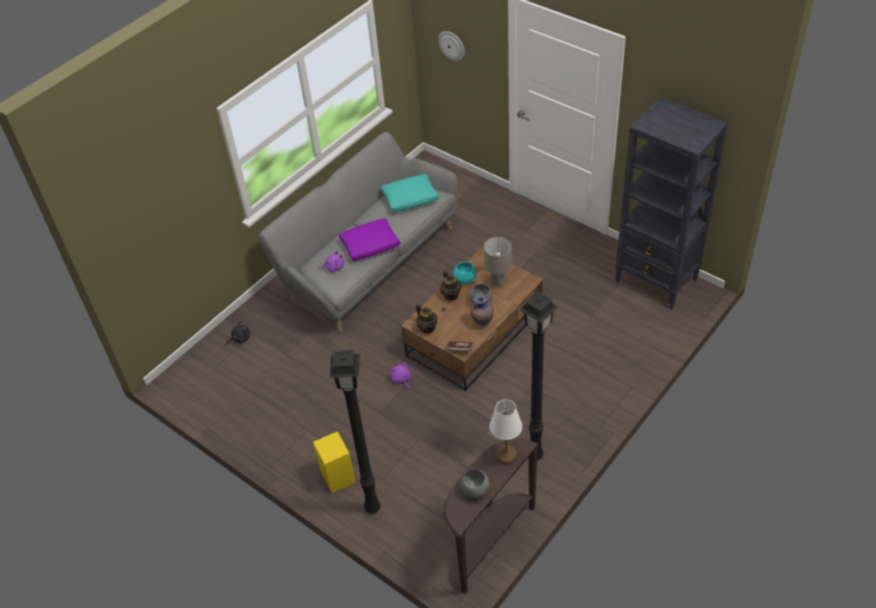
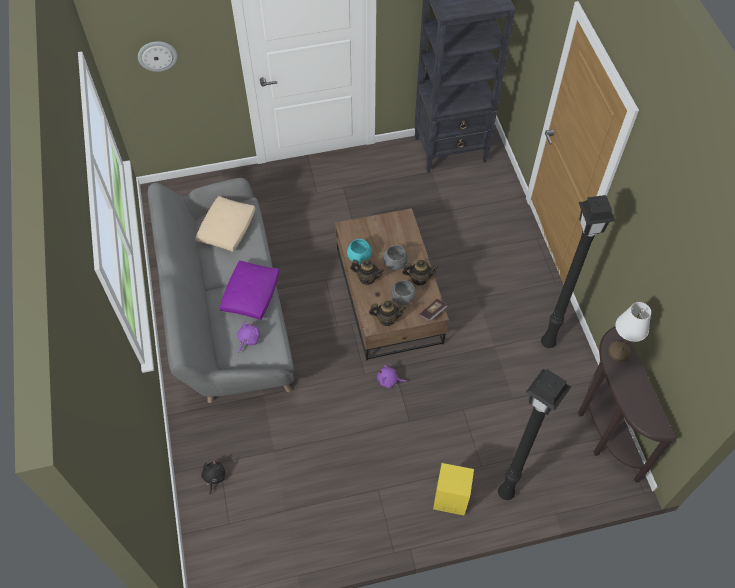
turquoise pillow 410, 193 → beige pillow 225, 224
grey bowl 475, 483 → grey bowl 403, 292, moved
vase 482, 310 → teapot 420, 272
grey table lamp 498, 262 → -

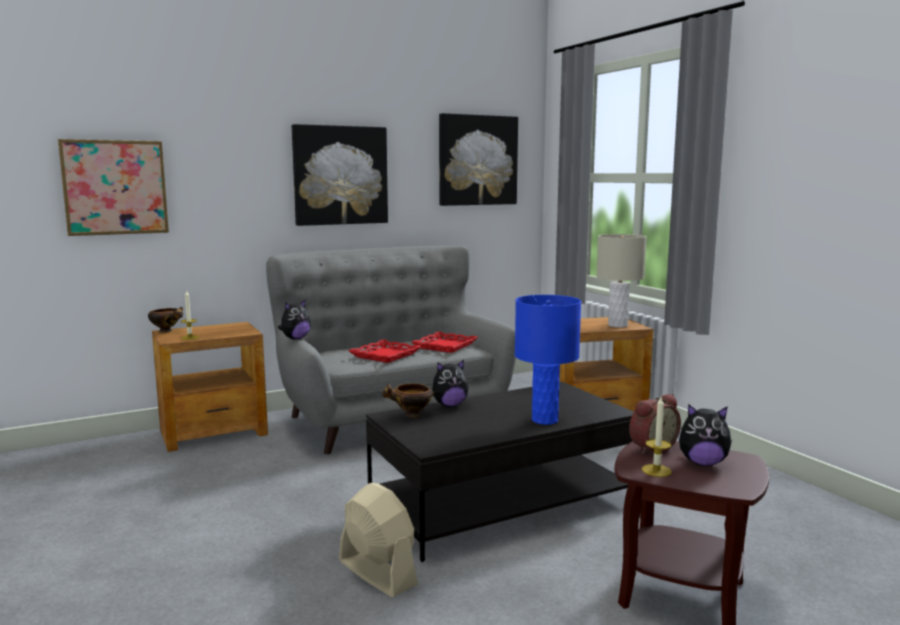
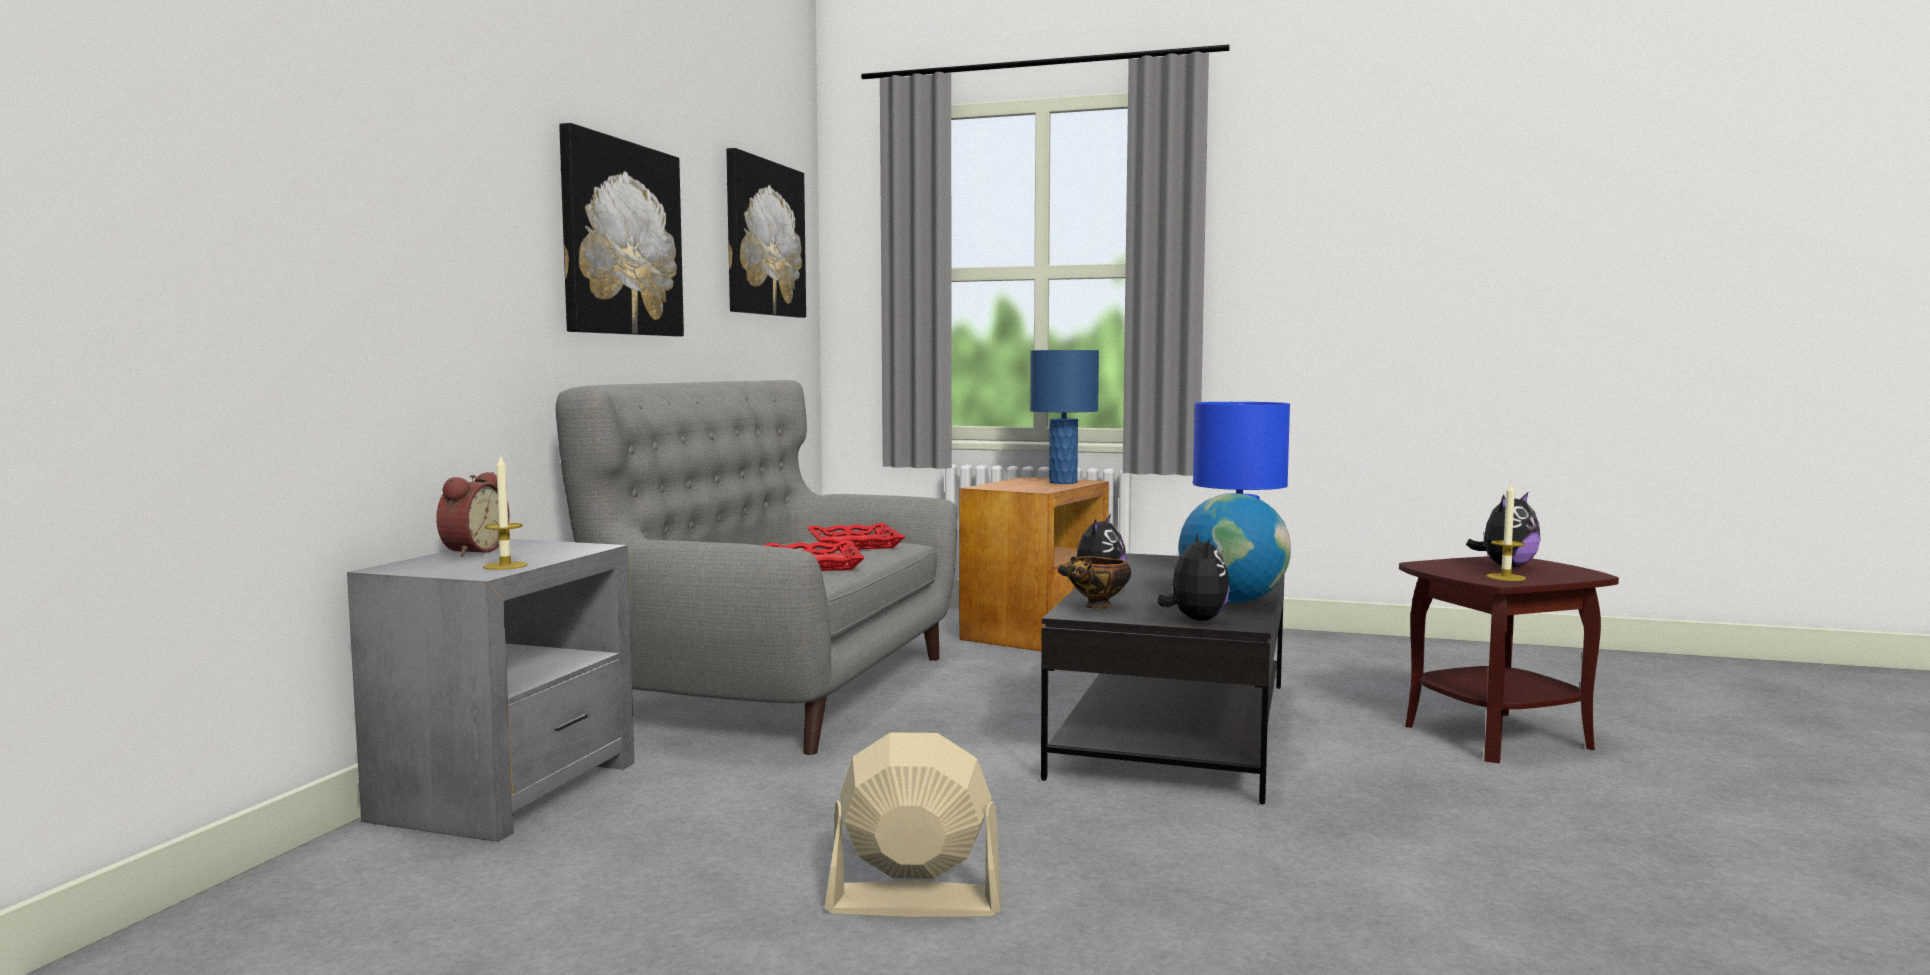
picture 113, 187 → -
bowl 165, 320 → -
brown side table 210, 387 → grey side table 490, 690
plush toy 294, 319 → plush toy 1194, 576, moved
beige fan 378, 540 → beige fan 912, 824, moved
beige table lamp 621, 280 → blue table lamp 1064, 417
alarm clock 655, 424 → alarm clock 473, 514, moved
- → globe 1234, 548

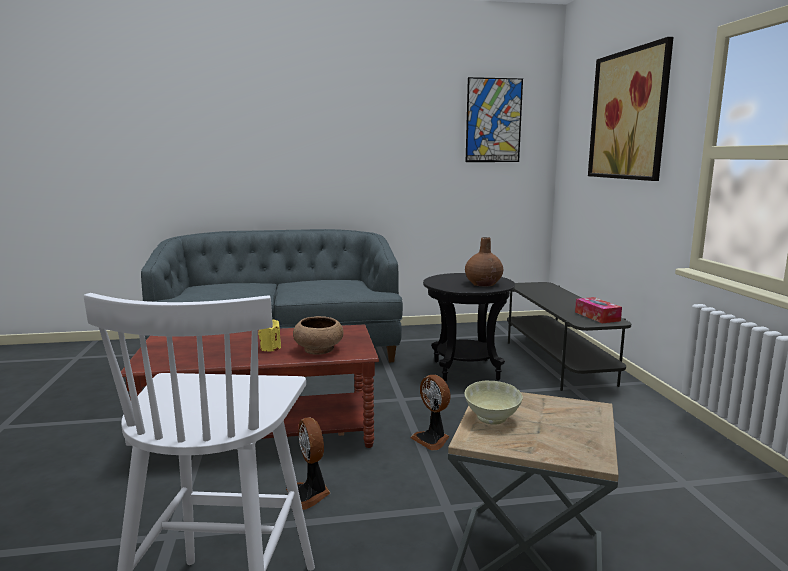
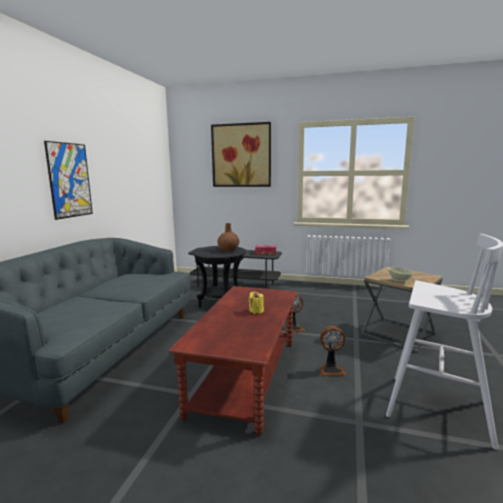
brown bowl 318, 335 → -
picture 494, 119 → picture 68, 180, moved

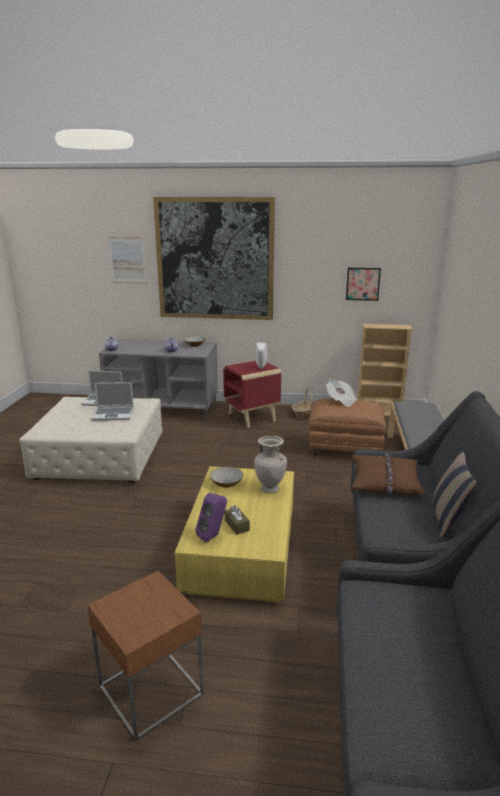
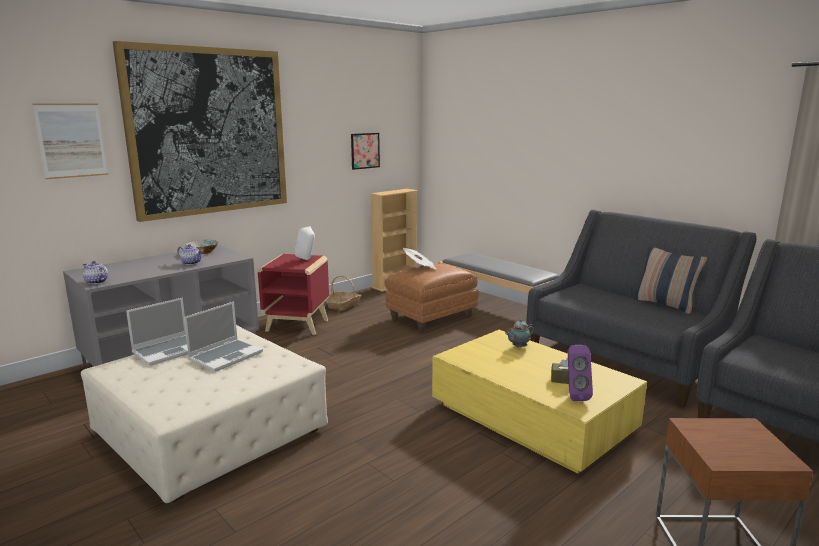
bowl 226, 477 → -
beige vase 270, 464 → teapot 519, 333
brown pillow 388, 473 → -

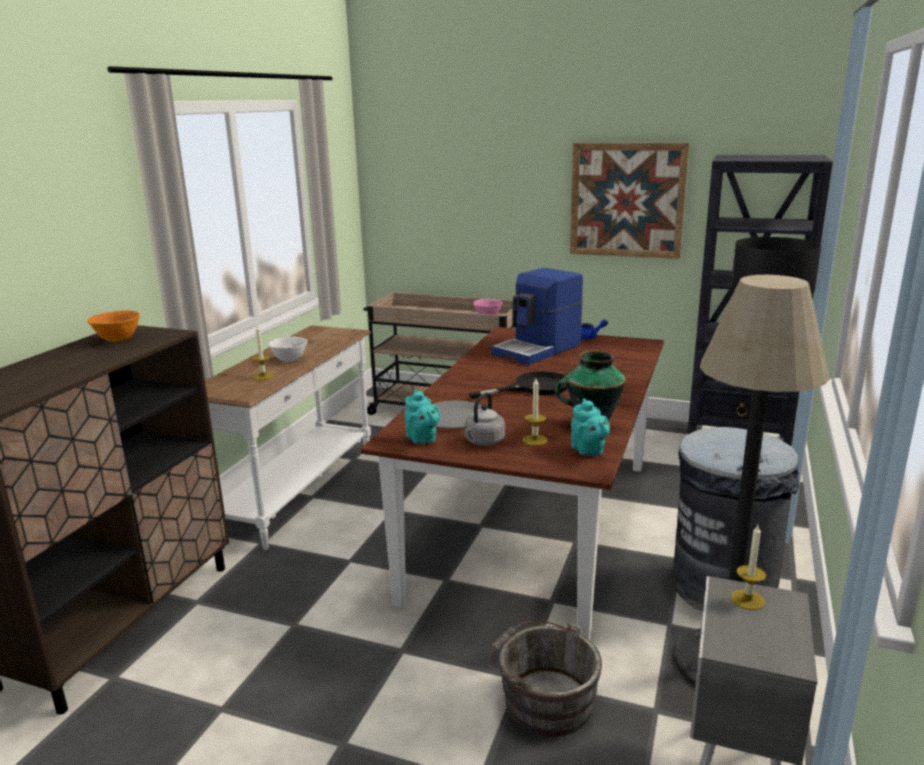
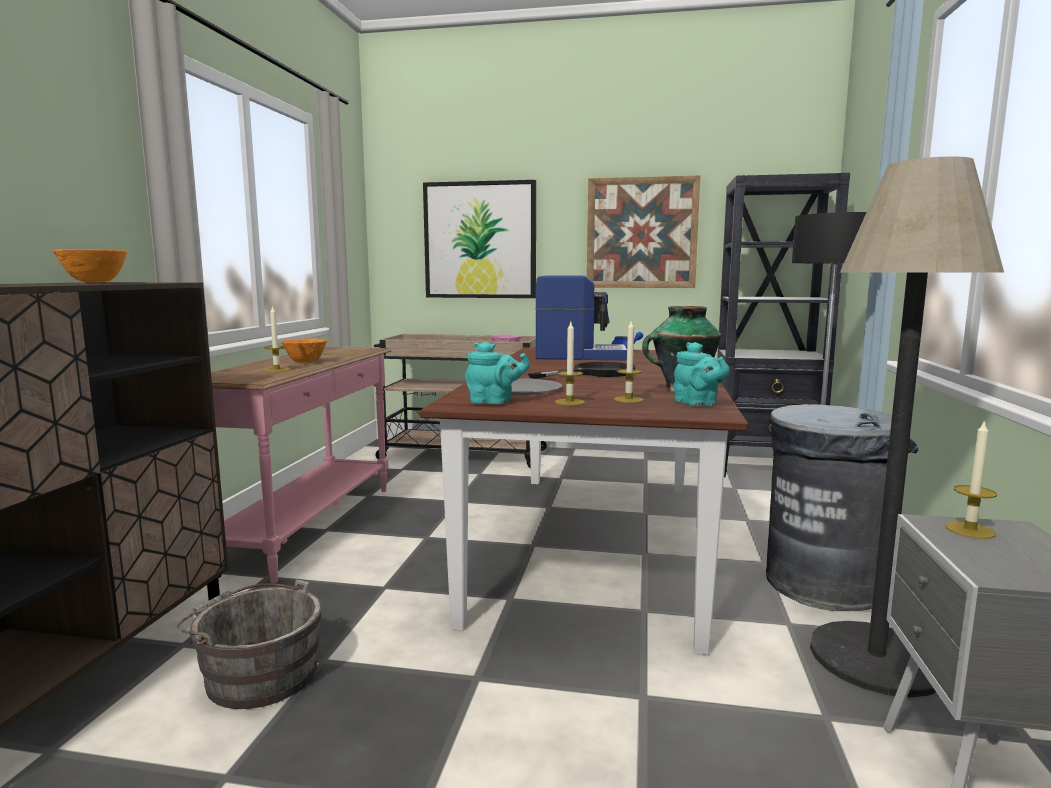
white console table 288, 437 → pink console table 301, 465
white bowl 288, 349 → orange bowl 304, 350
turquoise teapot 422, 416 → turquoise teapot 497, 373, 45 degrees counterclockwise
grey kettle 484, 419 → candle 570, 364
grey bucket 545, 678 → grey bucket 249, 644, moved
coffee machine 537, 316 → coffee machine 581, 317, 120 degrees counterclockwise
- → picture 479, 239

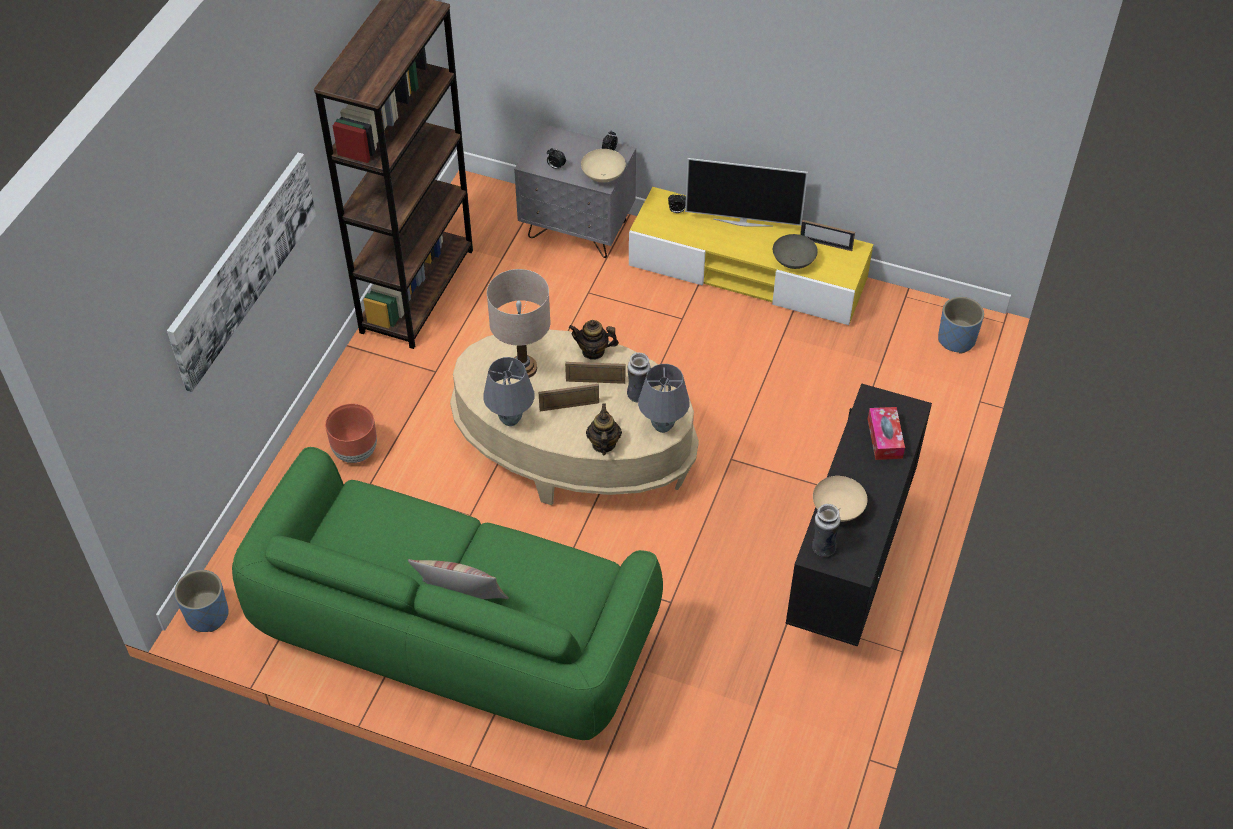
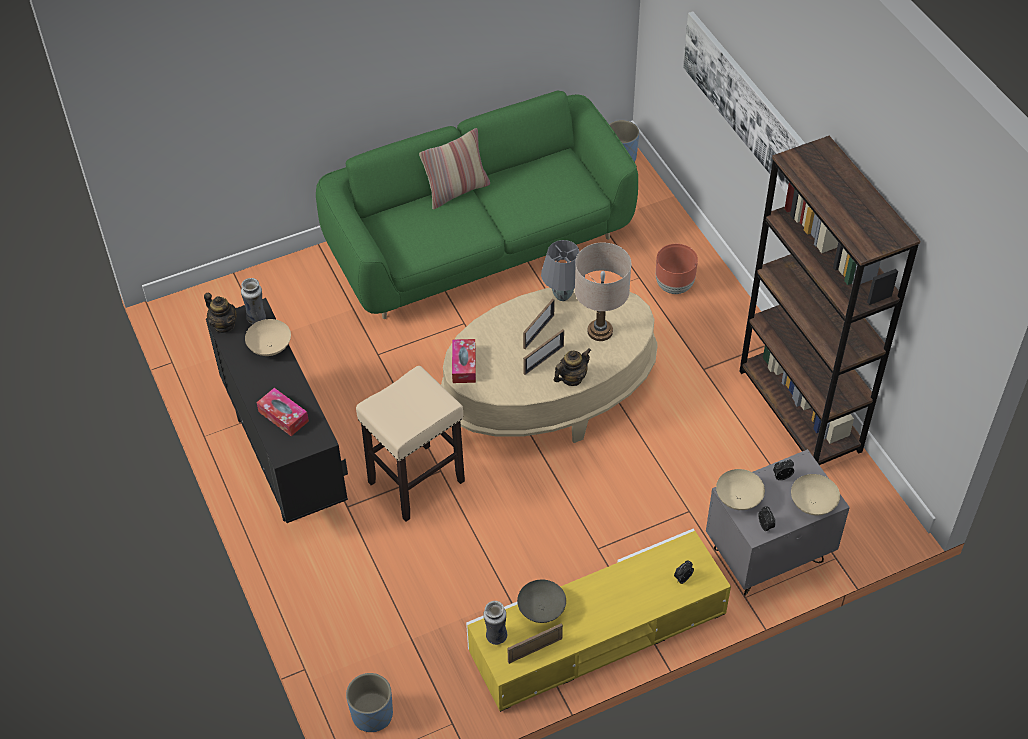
teapot 604, 429 → teapot 220, 312, moved
vase 639, 378 → vase 495, 623, moved
grey table lamp 664, 398 → tissue box 464, 361
television 746, 192 → -
- → beige stool 410, 444
- → beige bowl 815, 494

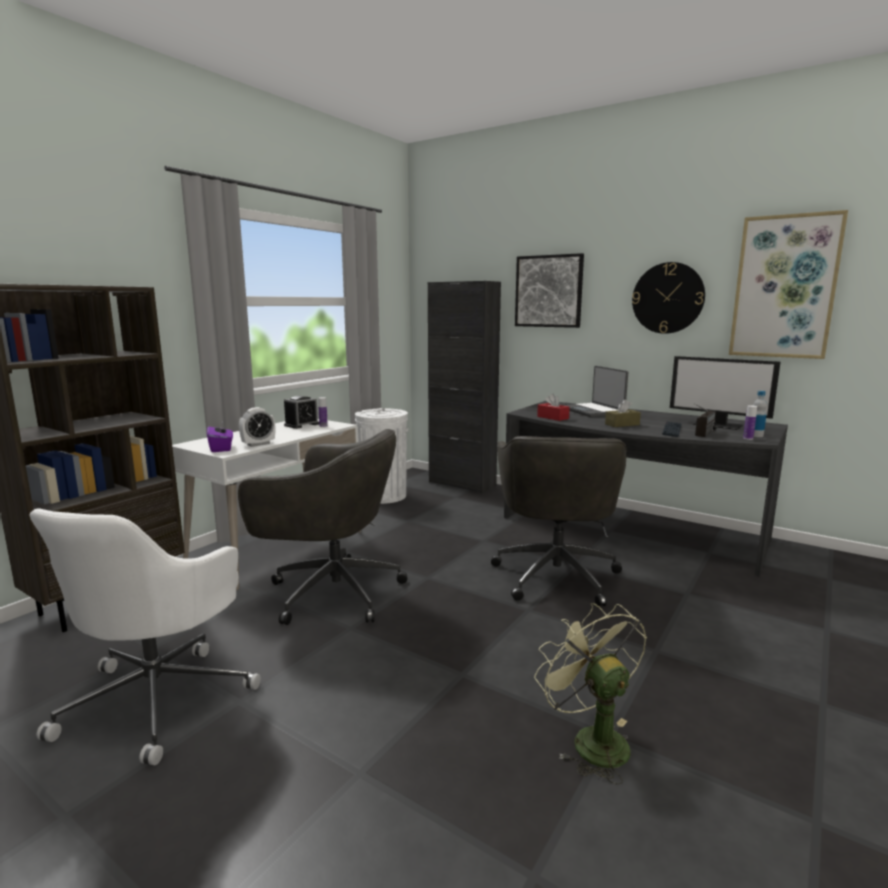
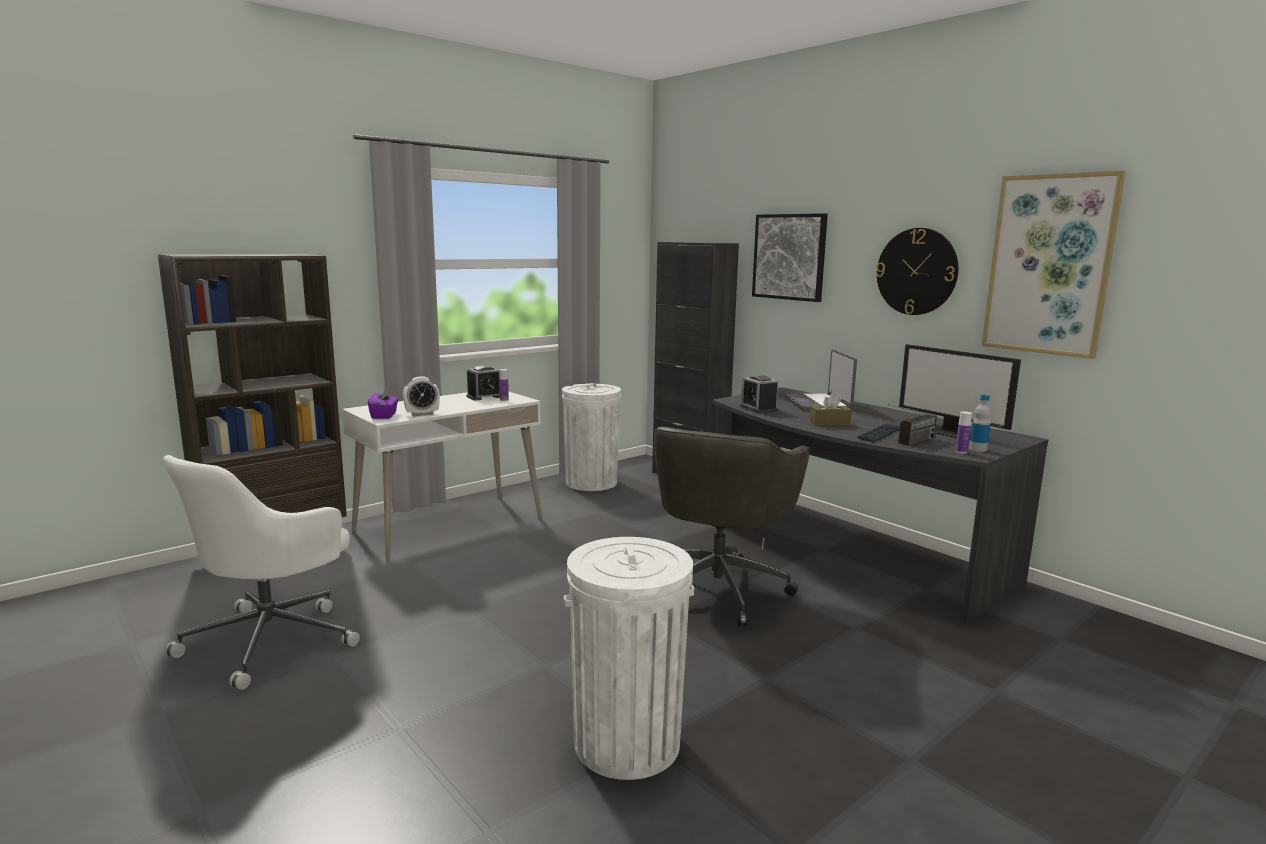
grey office chair 322, 527 → -
green fan 590, 693 → white trash can 629, 658
red tissue box 553, 407 → alarm clock 759, 394

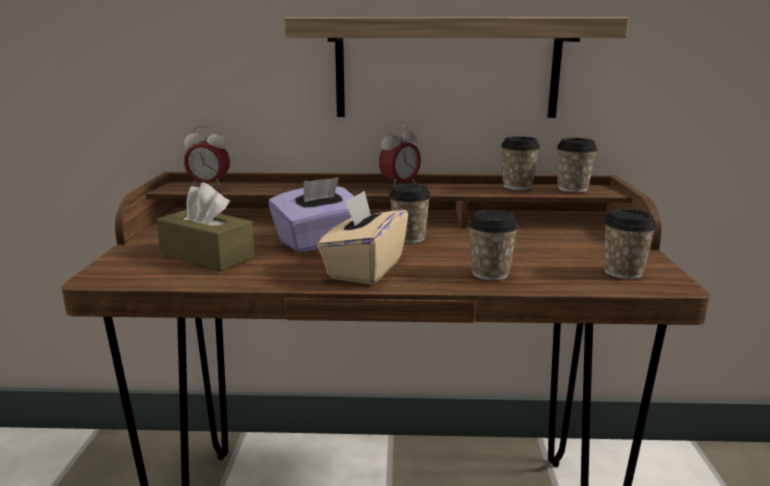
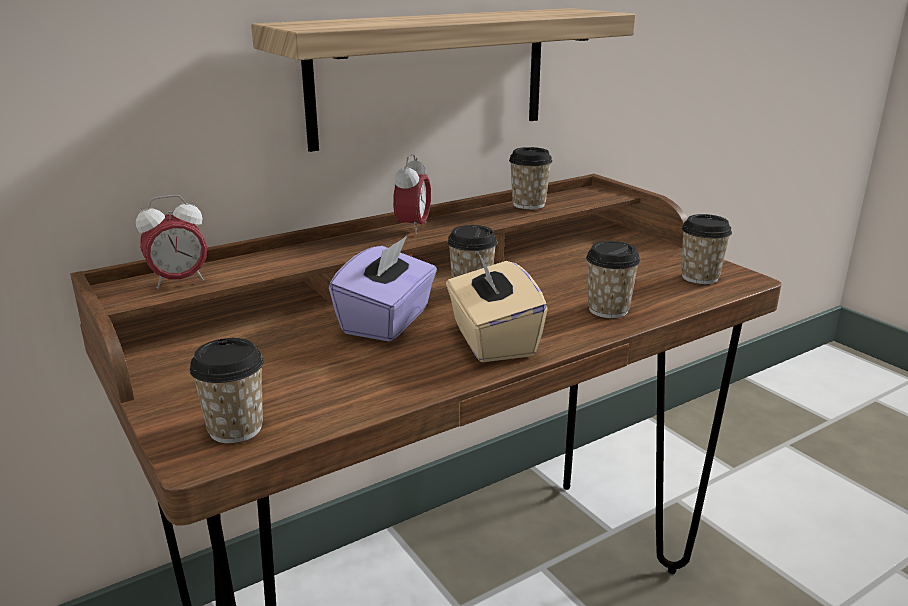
brown tissue box 205, 227 → -
cup 577, 165 → cup 226, 390, moved

